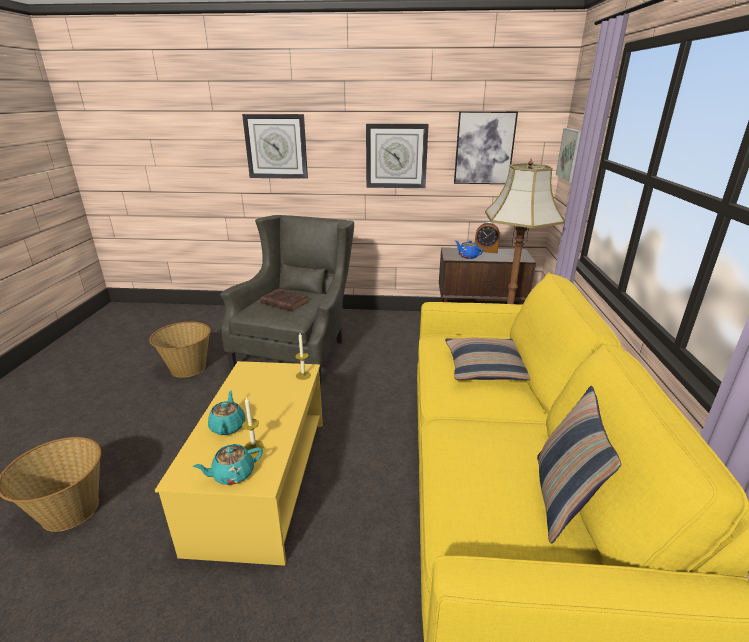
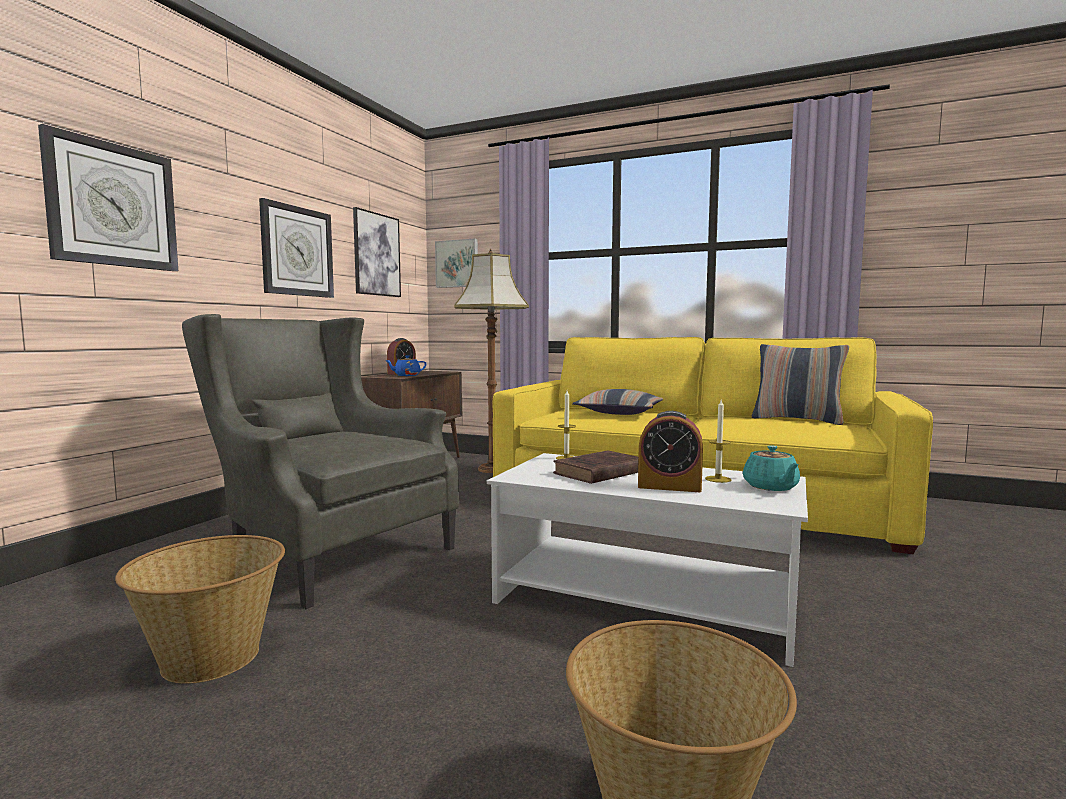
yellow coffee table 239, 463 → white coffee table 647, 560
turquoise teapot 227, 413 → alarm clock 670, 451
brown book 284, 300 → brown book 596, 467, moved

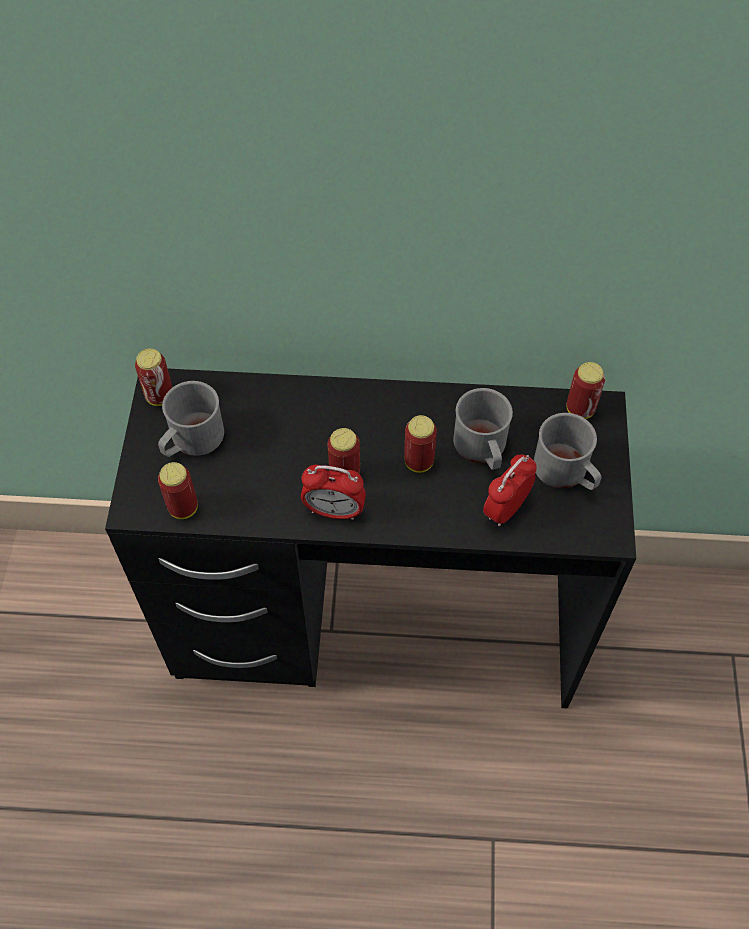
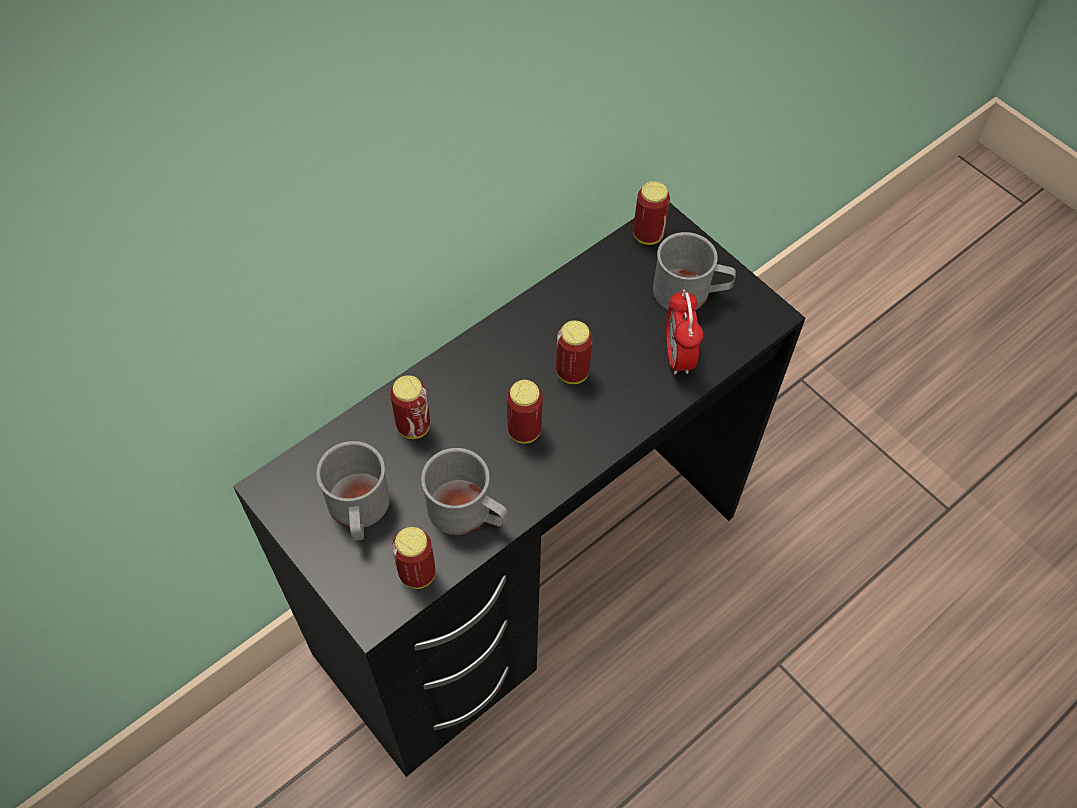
can 153, 377 → can 410, 407, moved
alarm clock 333, 492 → -
grey mug 483, 429 → grey mug 464, 491, moved

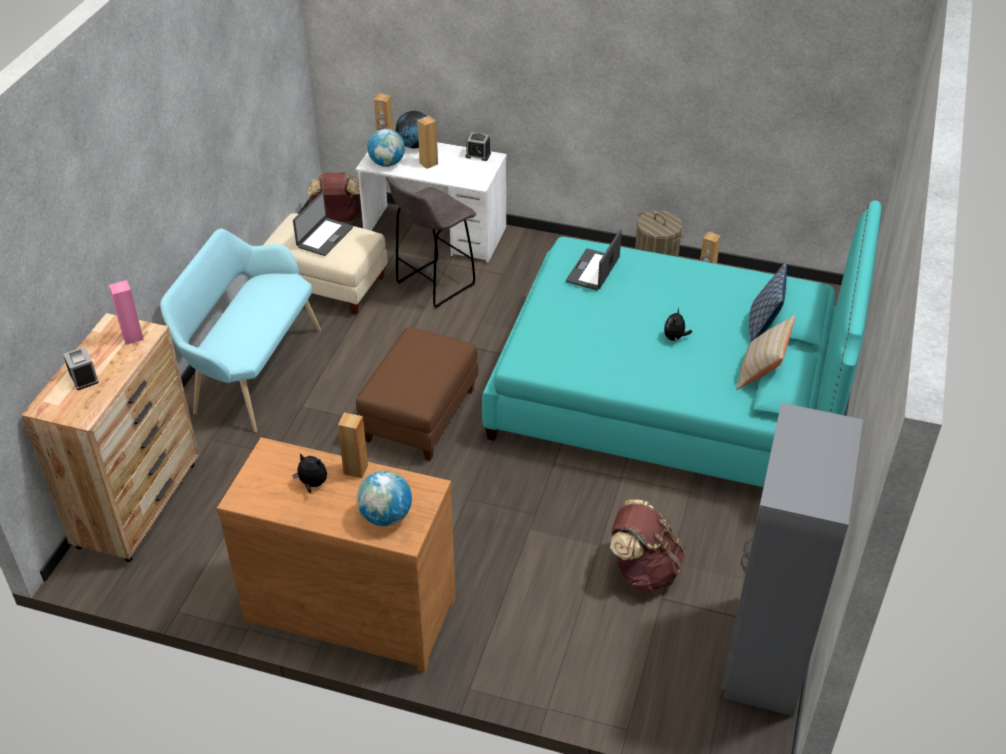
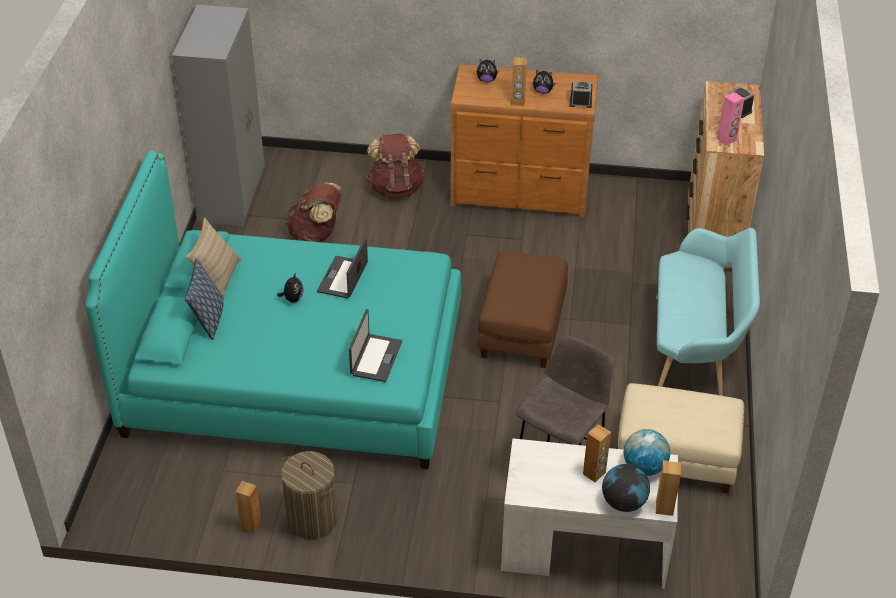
laptop 323, 224 → laptop 342, 268, moved
brown backpack 334, 197 → brown backpack 396, 166, moved
globe 384, 498 → plush toy 488, 71
alarm clock 478, 146 → alarm clock 580, 94, moved

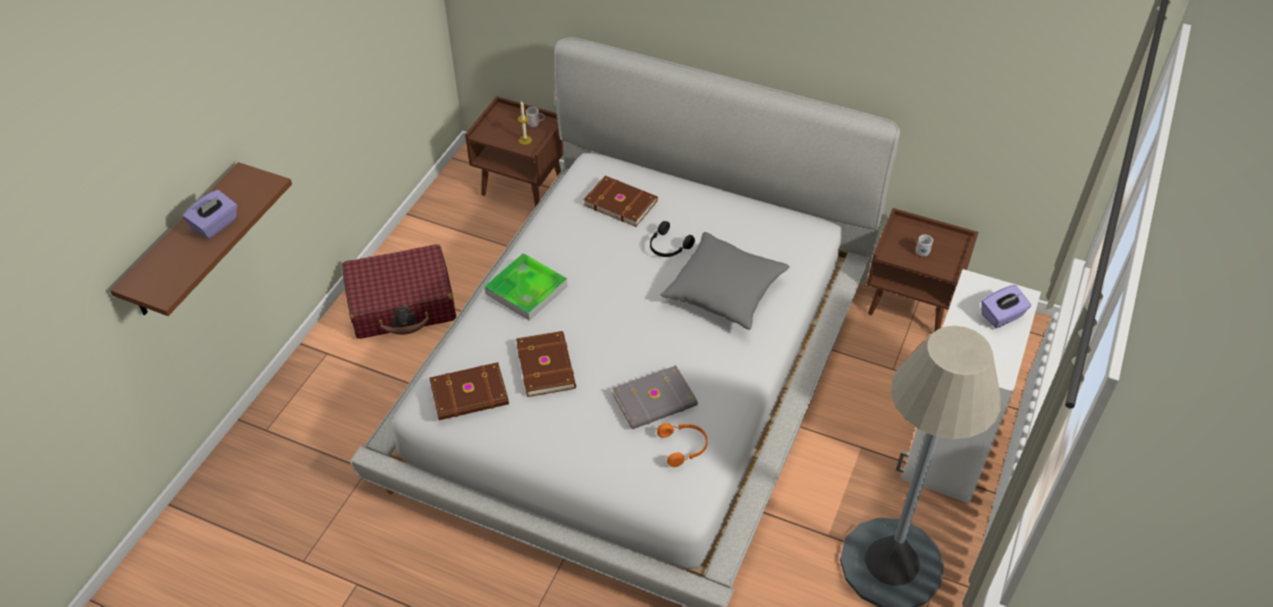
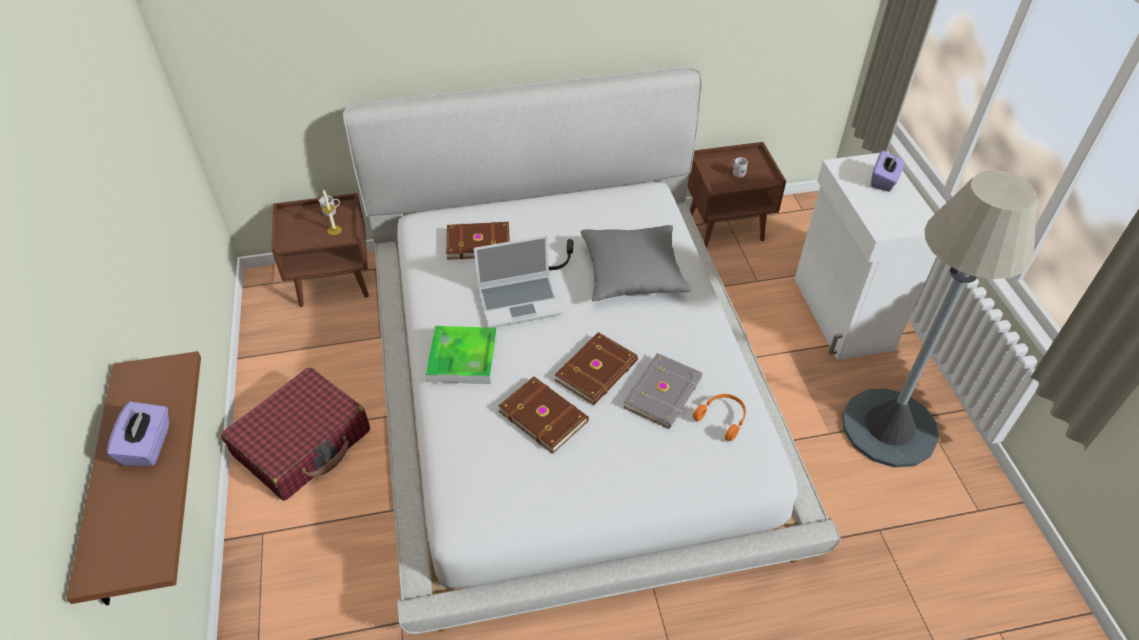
brown book 469, 391 → brown book 596, 368, moved
- → laptop 518, 281

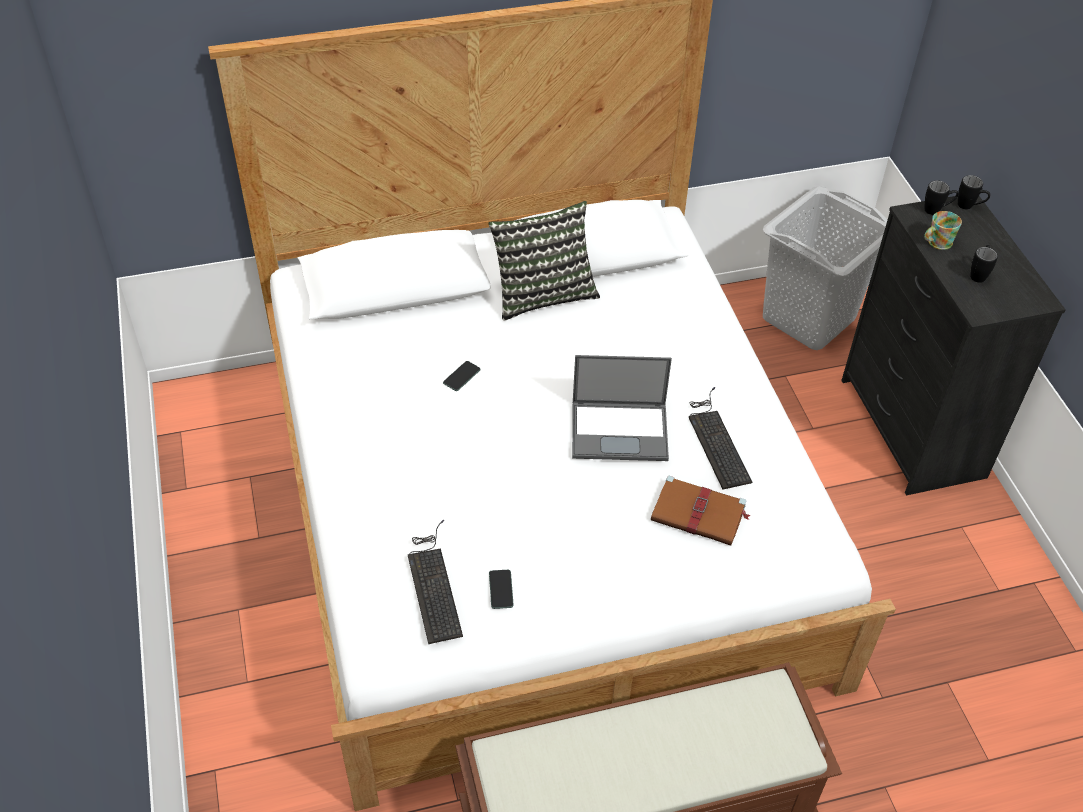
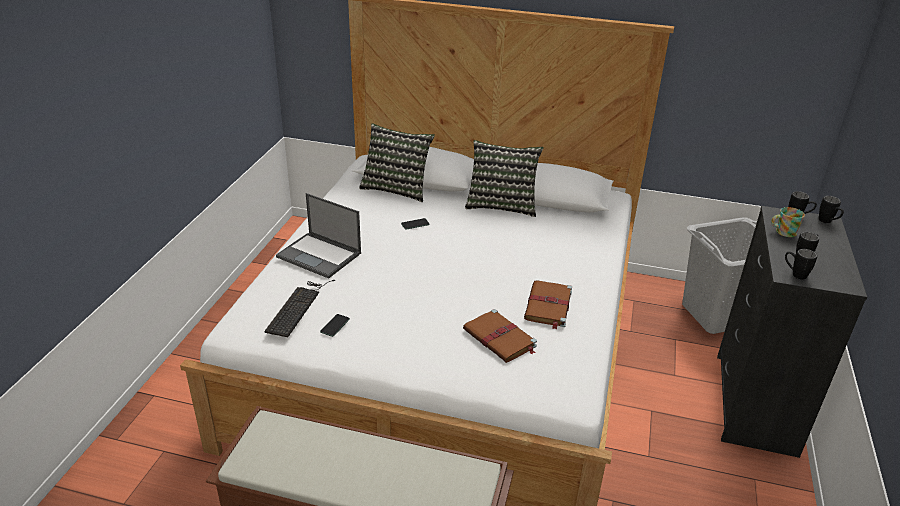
laptop 622, 408 → laptop 318, 236, moved
keyboard 720, 438 → brown book 548, 305
- → pillow 397, 162
- → black mug 801, 264

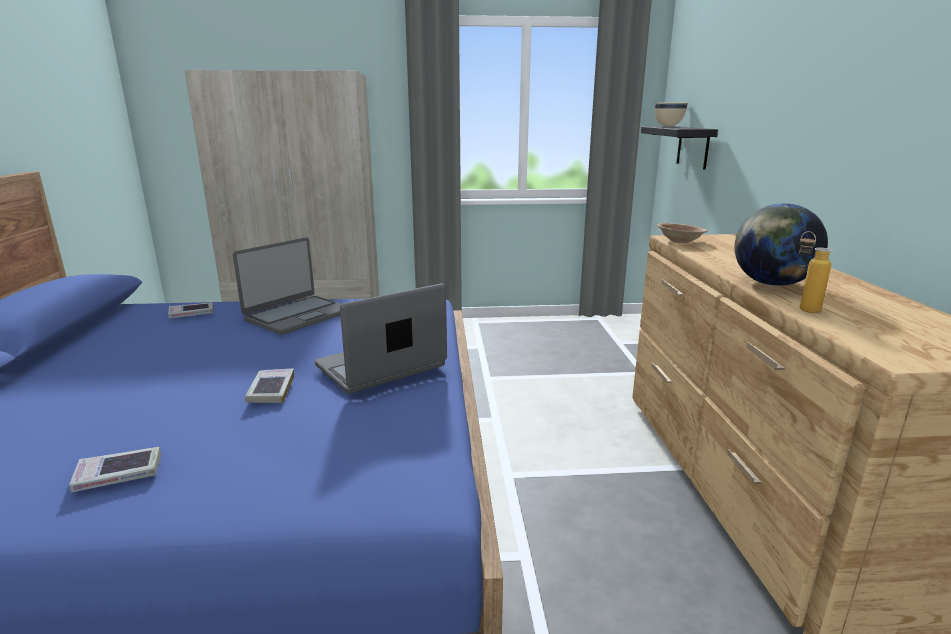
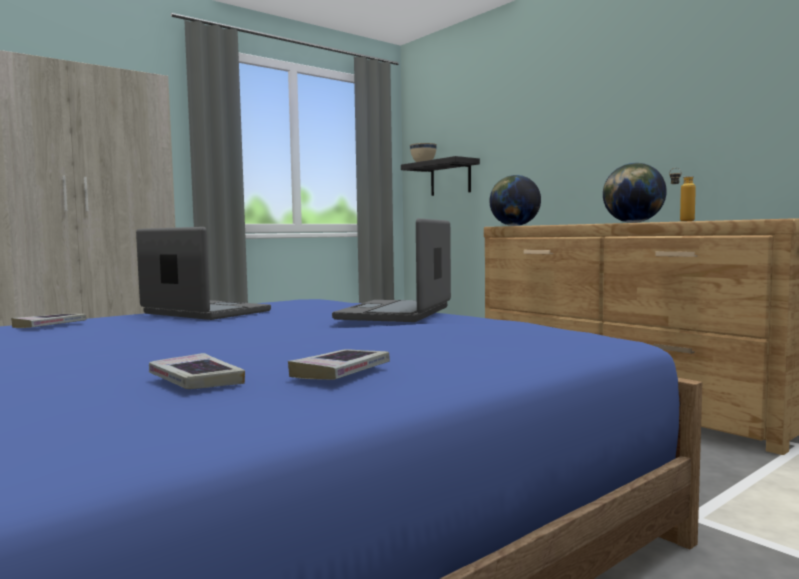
laptop 287, 286 → laptop 203, 273, 60 degrees counterclockwise
book 269, 385 → book 197, 371, moved
brown bowl 682, 233 → globe 515, 200

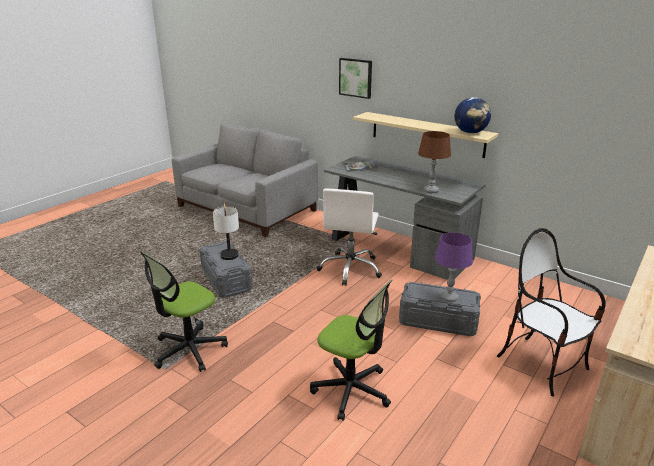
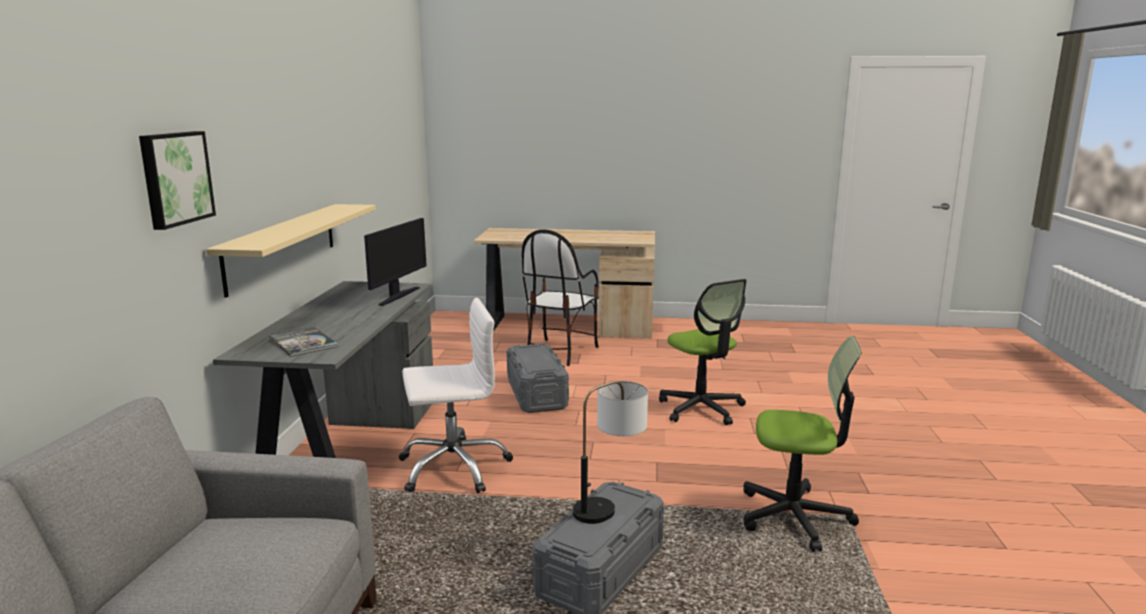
office chair 351, 350 → office chair 703, 352, 150 degrees clockwise
brown table lamp 434, 162 → monitor 395, 262
purple table lamp 454, 267 → -
globe 473, 115 → -

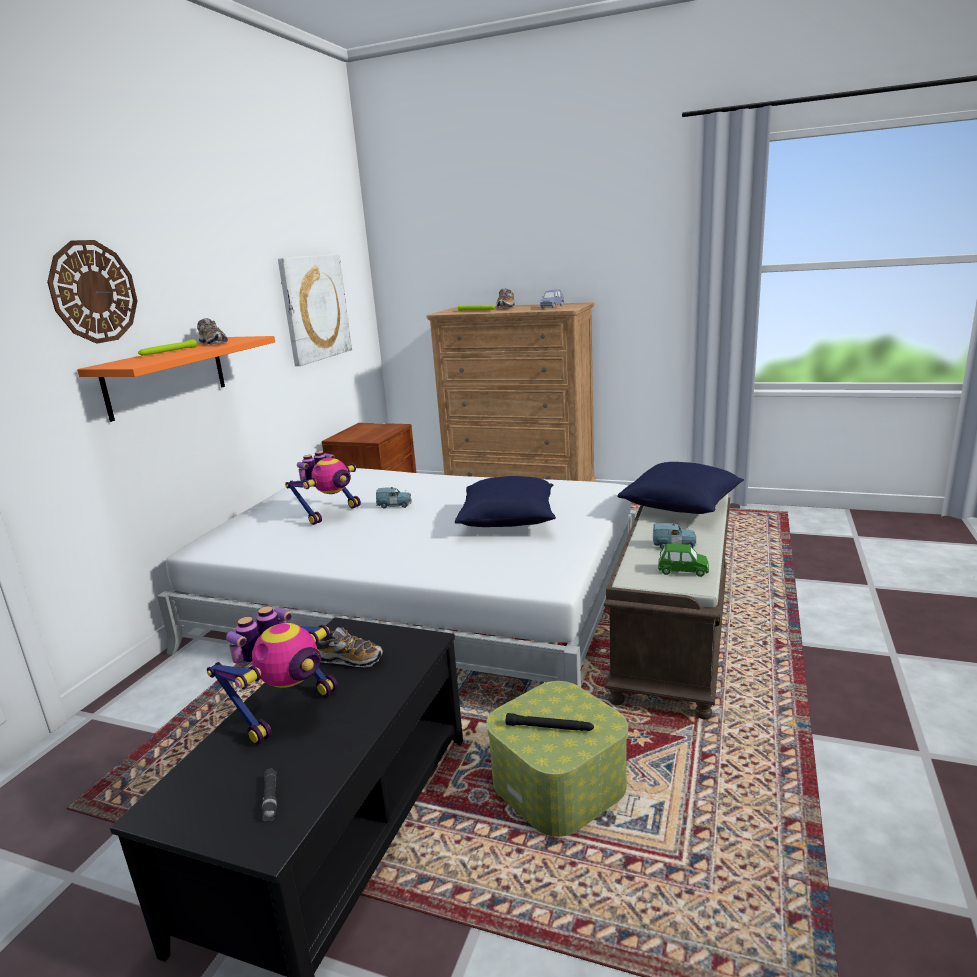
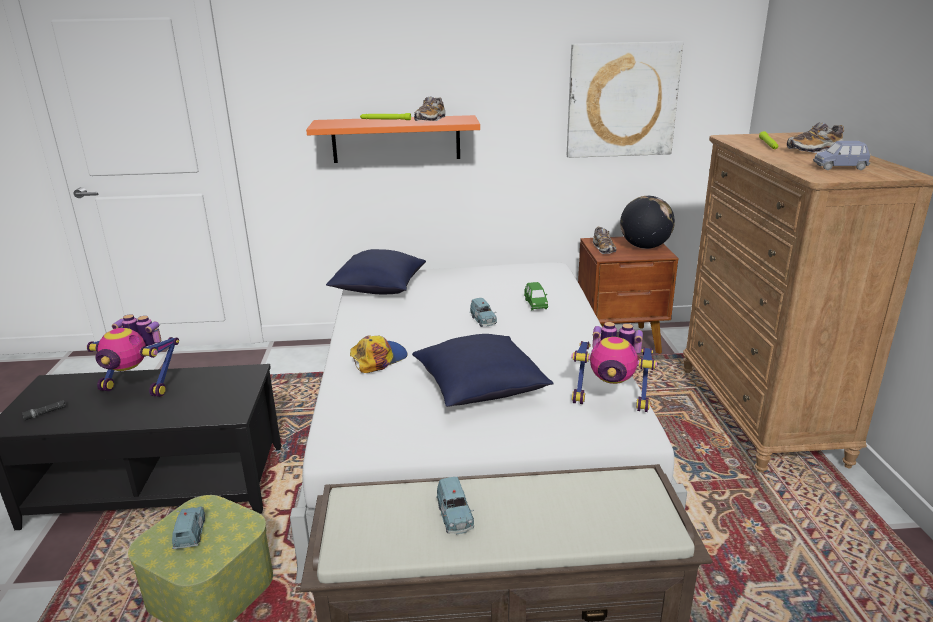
wall clock 92, 292 → -
toy robot 323, 488 → toy robot 614, 367, moved
shoe 349, 647 → shoe 604, 240, moved
black flashlight 550, 722 → blue toy car 188, 528
blue pillow 680, 488 → blue pillow 376, 271, moved
green toy car 683, 560 → green toy car 536, 296, moved
- → cap 379, 354
- → globe 647, 222

